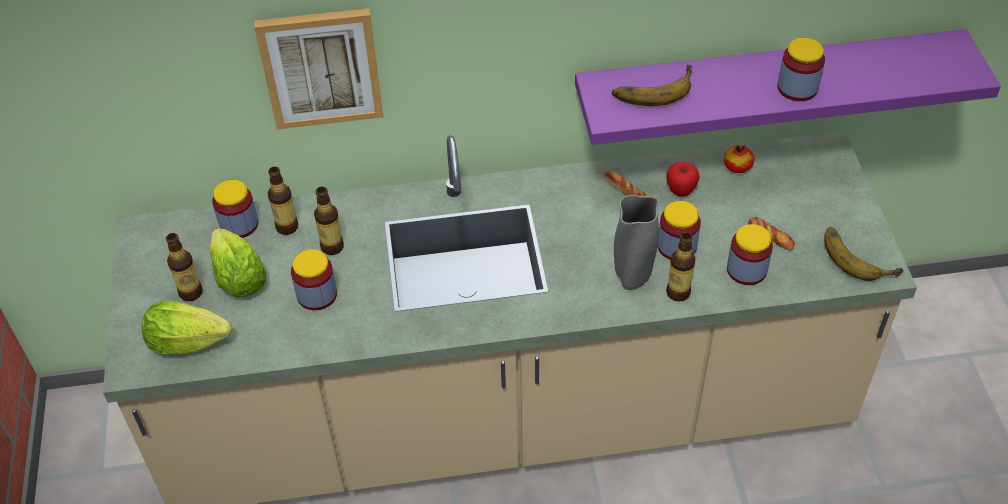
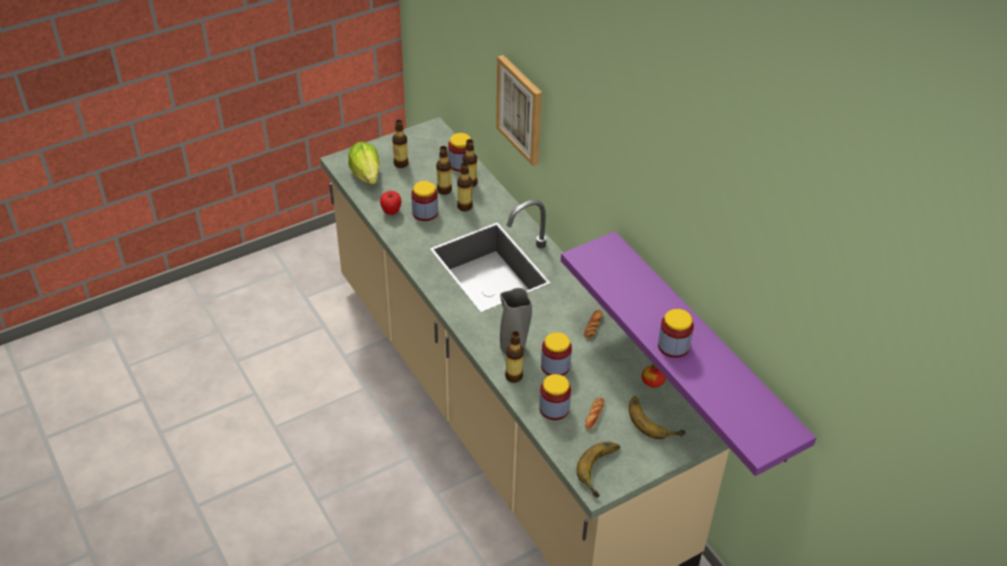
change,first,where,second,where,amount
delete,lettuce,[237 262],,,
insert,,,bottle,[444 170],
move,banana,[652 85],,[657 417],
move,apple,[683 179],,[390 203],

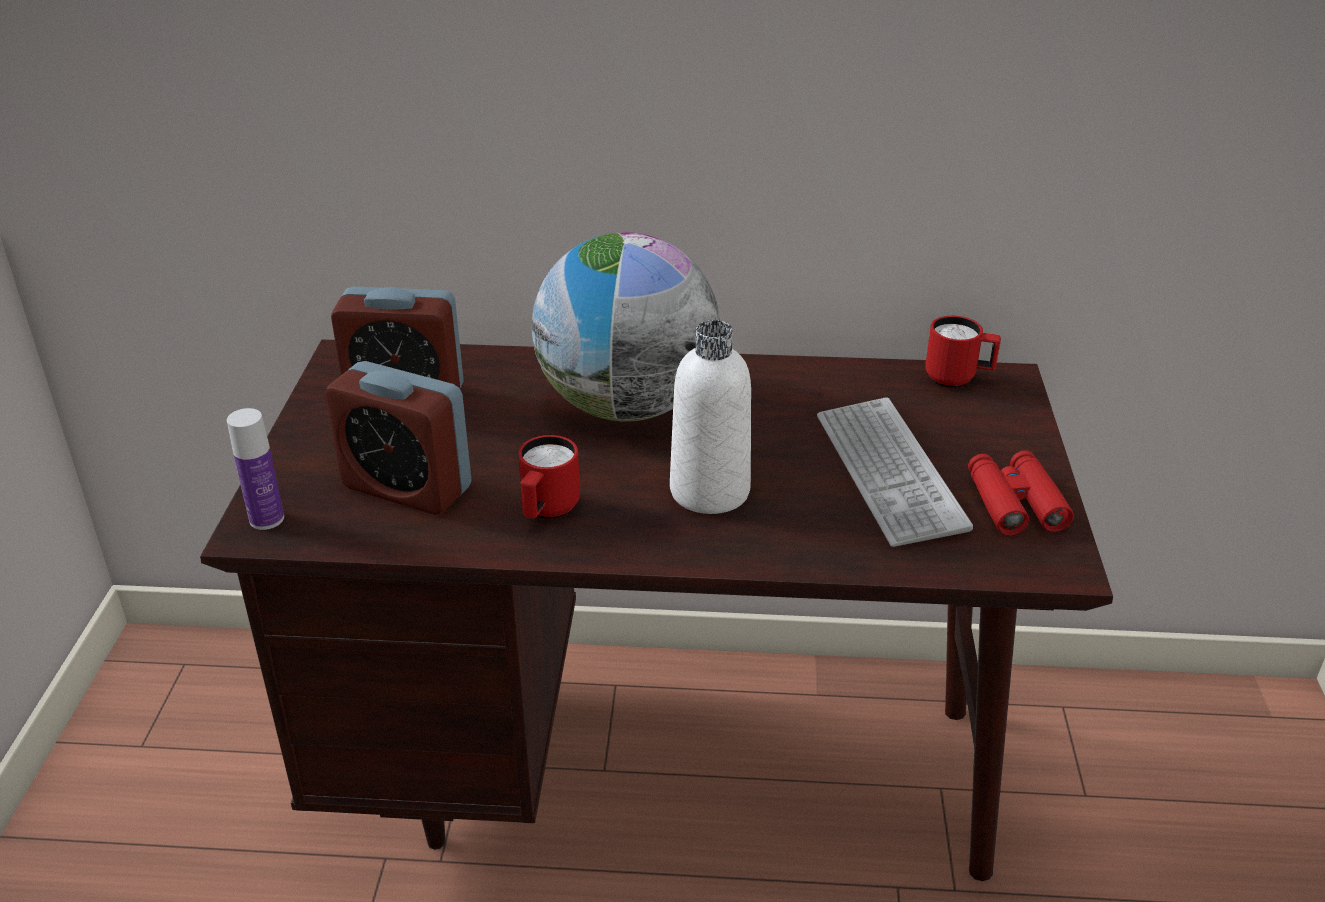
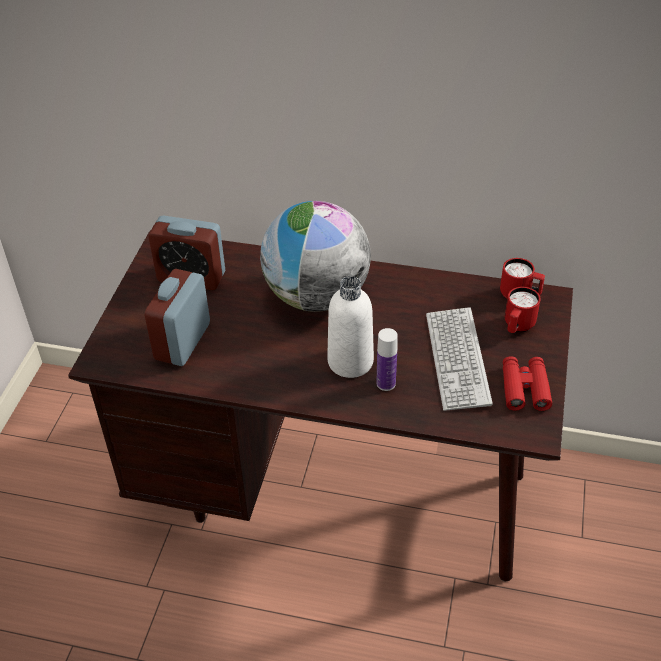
change,first,where,second,where,amount
move,bottle,[255 469],,[387 359],
move,red mug,[549 477],,[523 310],
rotate,alarm clock,[398 438],,[177 317],75 degrees clockwise

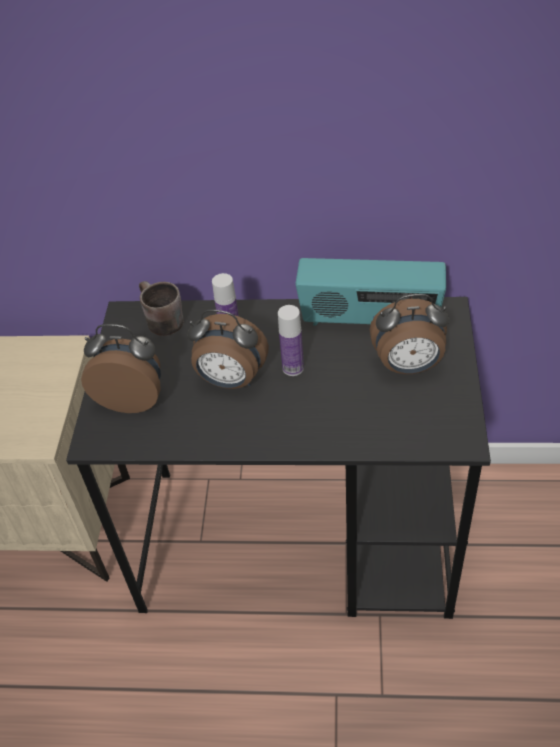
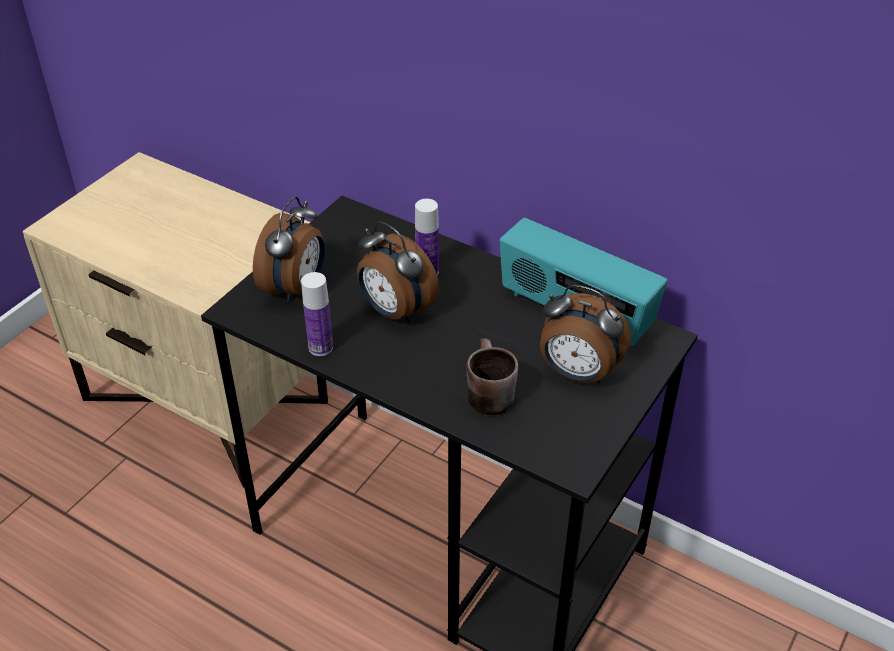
change,first,where,second,where,amount
move,brown mug,[161 308],,[492 377],
move,bottle,[291 340],,[317 314],
rotate,alarm clock,[121 368],,[289 249],75 degrees clockwise

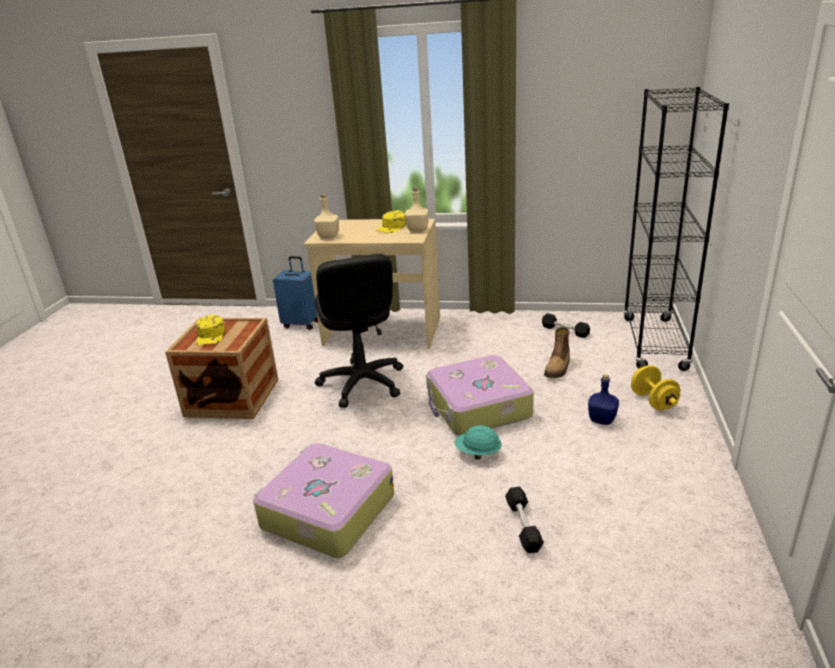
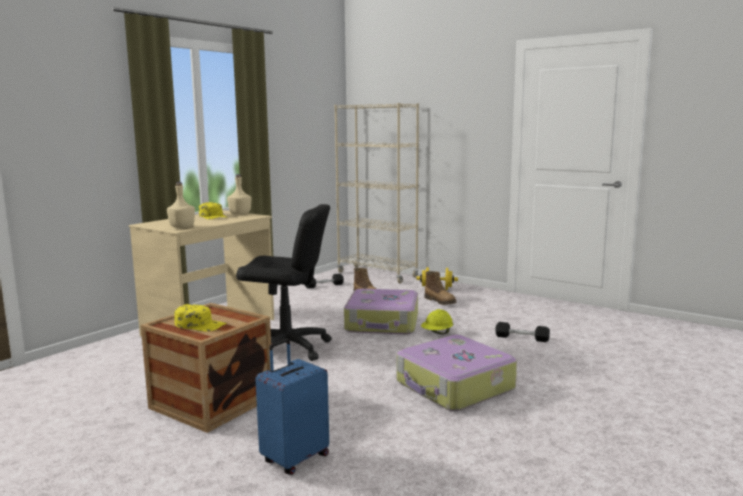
change,first,where,second,where,amount
move,blue suitcase,[295 293],,[292 407],
replace,blue bottle,[603 399],boot,[440 288],
recolor,turquoise hard hat,[478 442],yellow hard hat,[437 321],
recolor,black bookcase,[676 229],beige bookcase,[376 193],

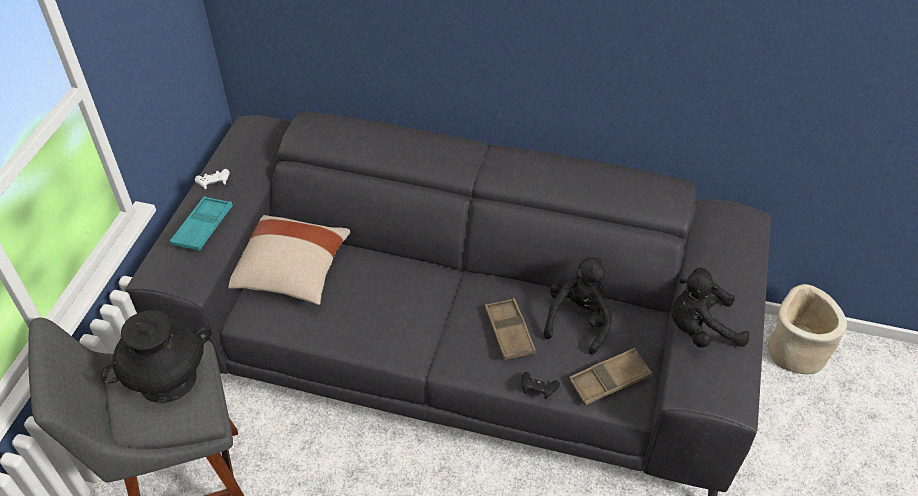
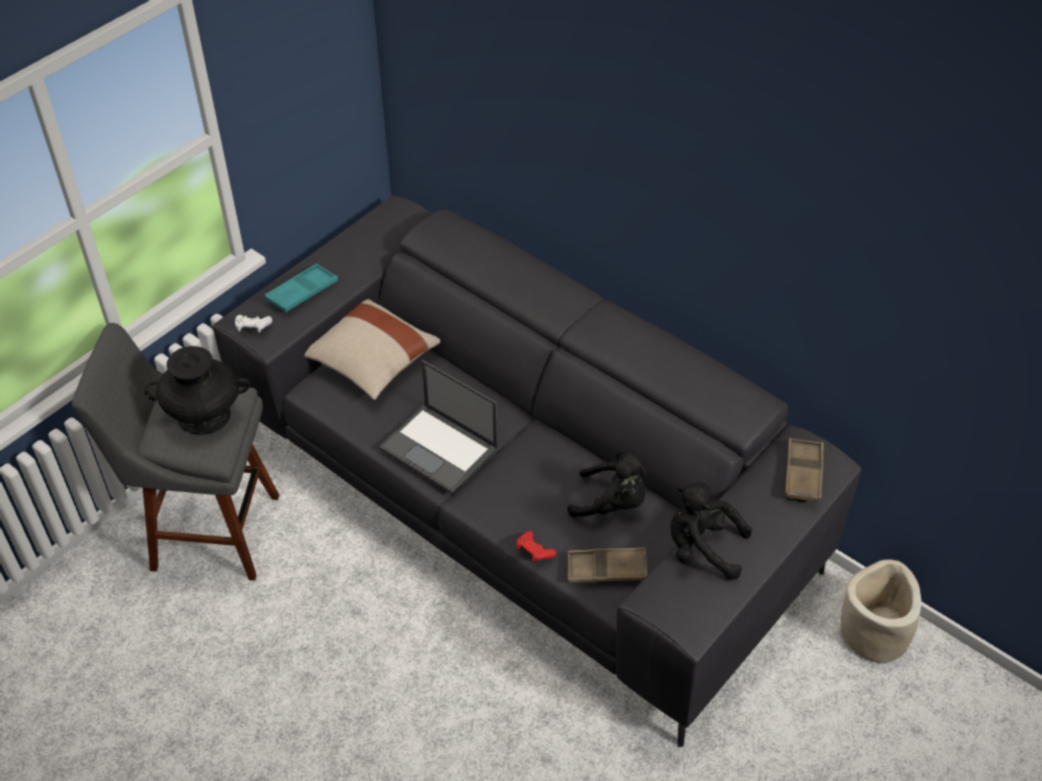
change,first,where,second,where,amount
insert,,,laptop,[438 427],
move,white game controller,[212 179],,[253 324],
move,brown tray,[510 329],,[804 470],
recolor,black game controller,[541 385],red game controller,[536 546],
rotate,black plush toy,[578 306],,[607 483],60 degrees clockwise

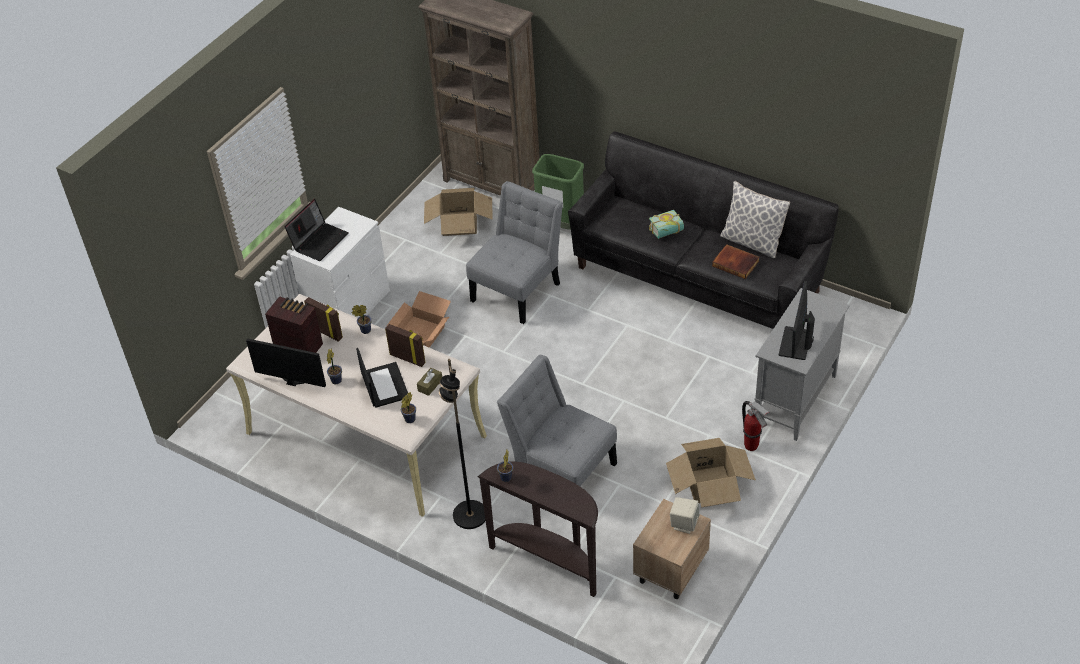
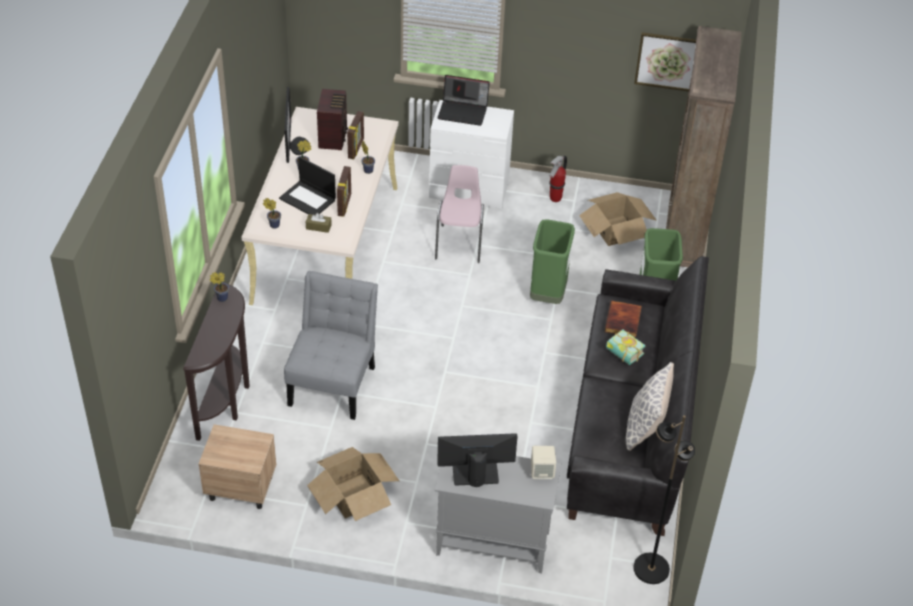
change,first,where,second,where,amount
insert,,,picture,[665 62],
move,black floor lamp,[462 444],,[664 499],
move,beige speaker,[684 515],,[543 462],
move,book,[735 261],,[623 319],
move,fire extinguisher,[755 426],,[558 179],
replace,cardboard box,[419 319],pink chair,[459 214],
replace,grey chair,[514 252],green trash can,[552 261],
rotate,laptop,[382 378],,[307 185],75 degrees clockwise

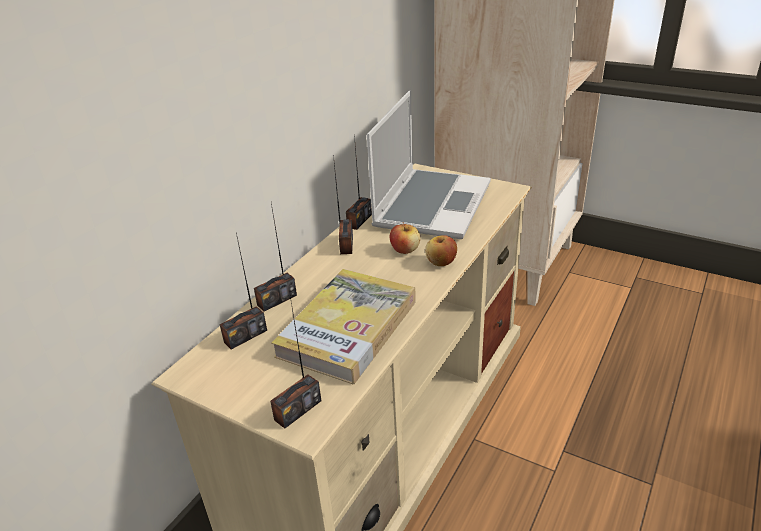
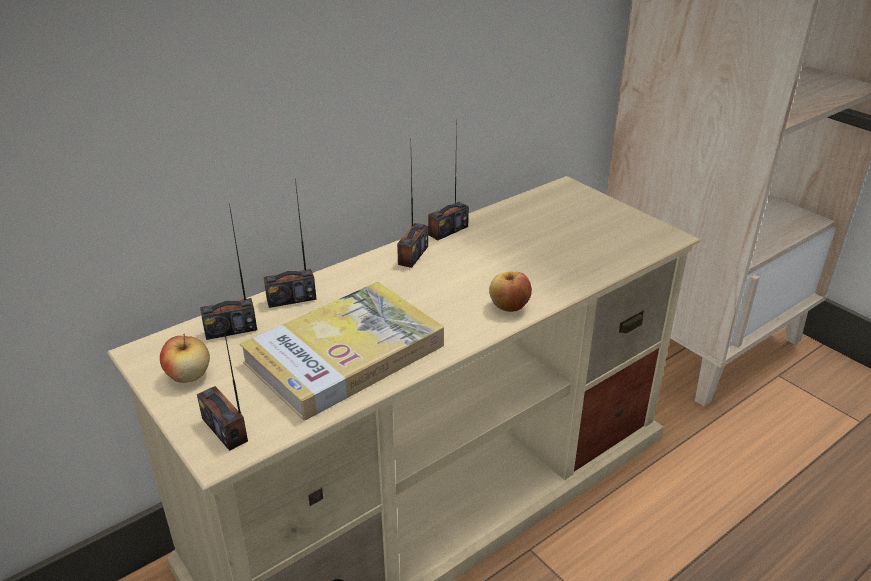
change,first,where,second,where,amount
delete,laptop,[429 164],,,
move,apple,[405 238],,[185 358],
rotate,radio,[295 362],,[222 379],75 degrees clockwise

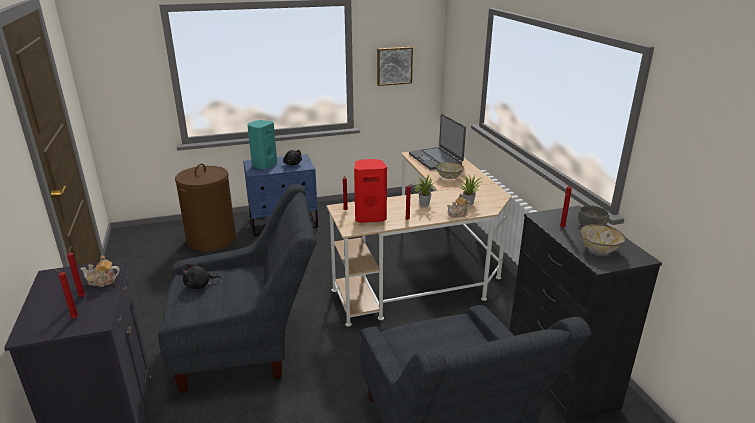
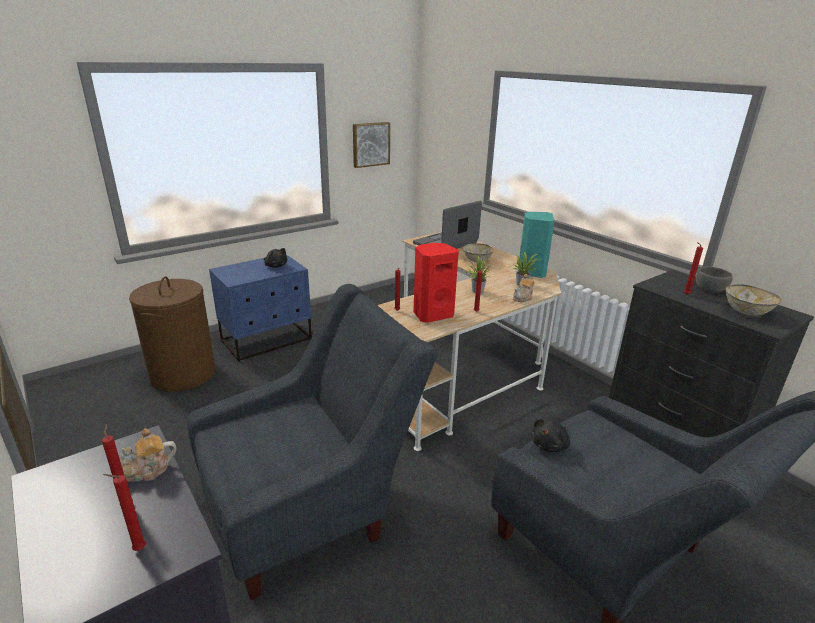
change,first,where,second,where,amount
move,black plush toy,[201 276],,[550 435],
move,turquoise speaker,[262 145],,[536 245],
rotate,laptop,[437 142],,[447 224],90 degrees clockwise

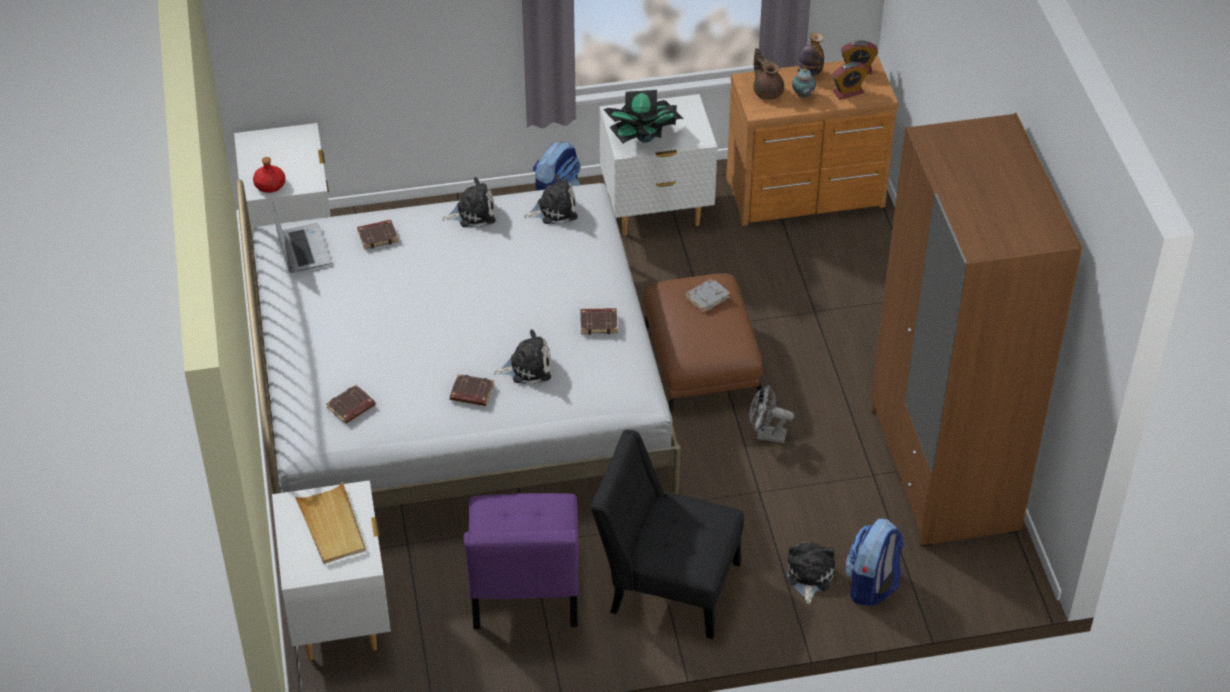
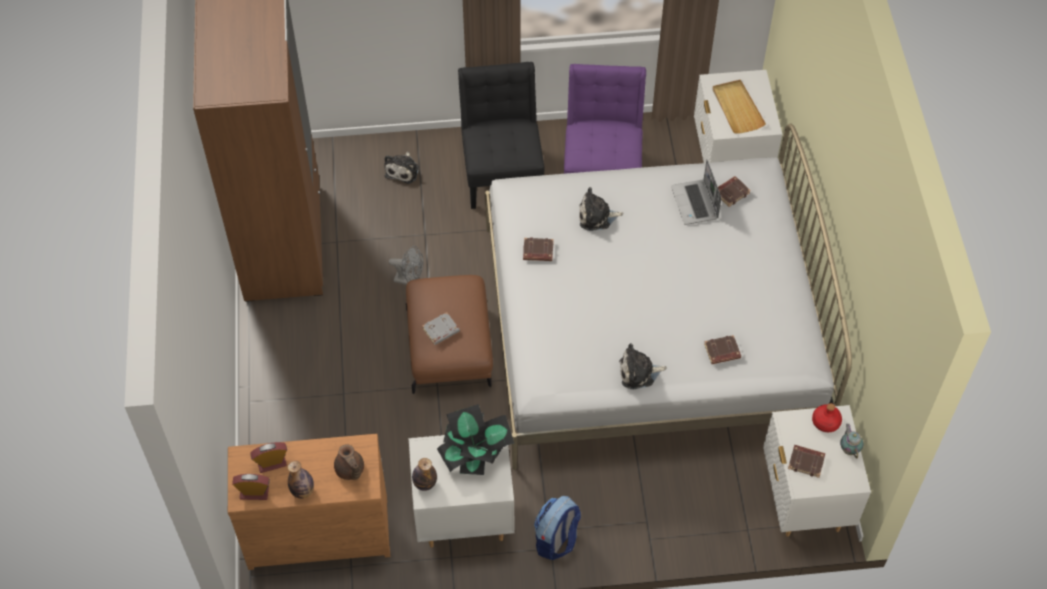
change,first,where,second,where,amount
delete,plush toy,[551 199],,,
delete,backpack,[874 562],,,
insert,,,bottle,[424 474],
move,laptop,[302 238],,[696 192],
move,brown book,[472 390],,[806 461],
move,teapot,[804 82],,[851 441],
rotate,black chair,[667 534],,[501 135],120 degrees counterclockwise

